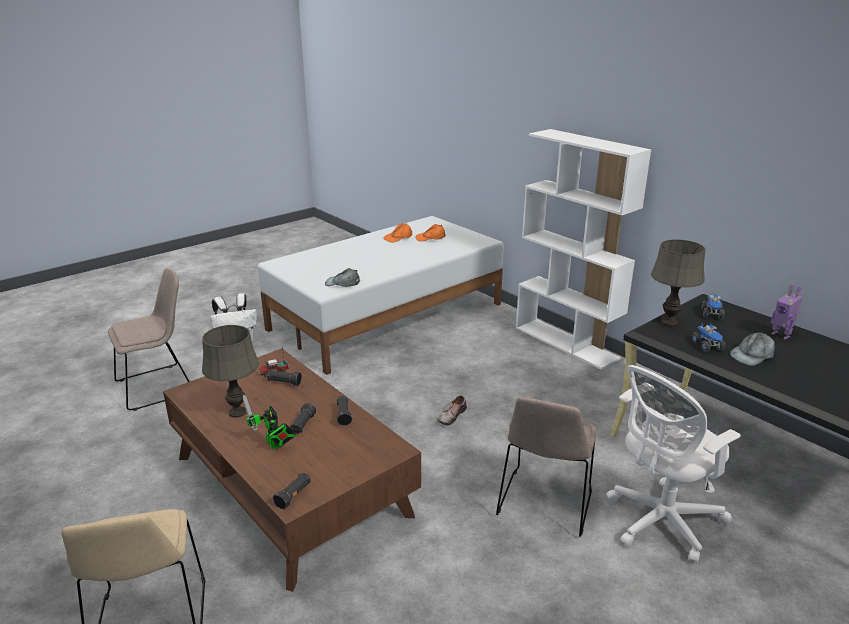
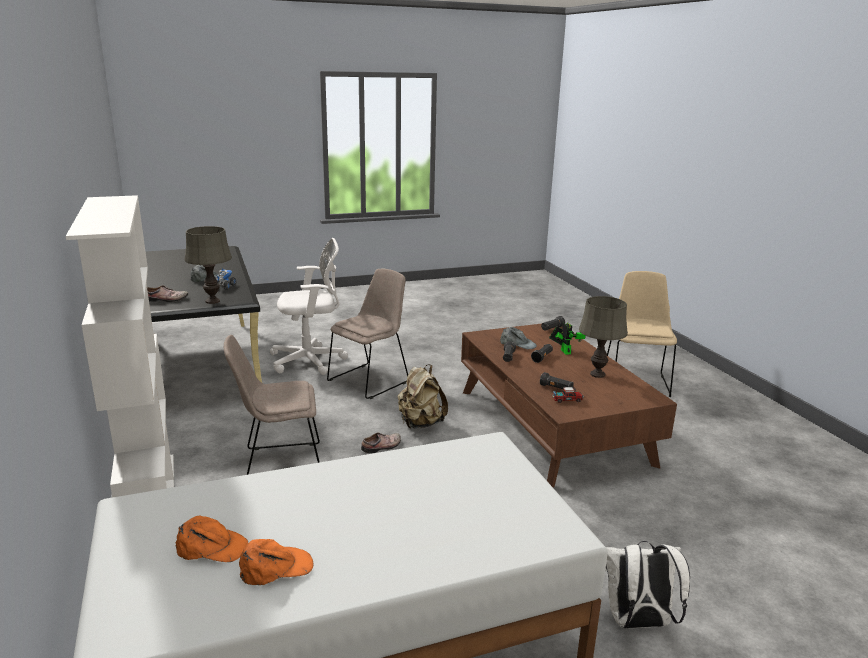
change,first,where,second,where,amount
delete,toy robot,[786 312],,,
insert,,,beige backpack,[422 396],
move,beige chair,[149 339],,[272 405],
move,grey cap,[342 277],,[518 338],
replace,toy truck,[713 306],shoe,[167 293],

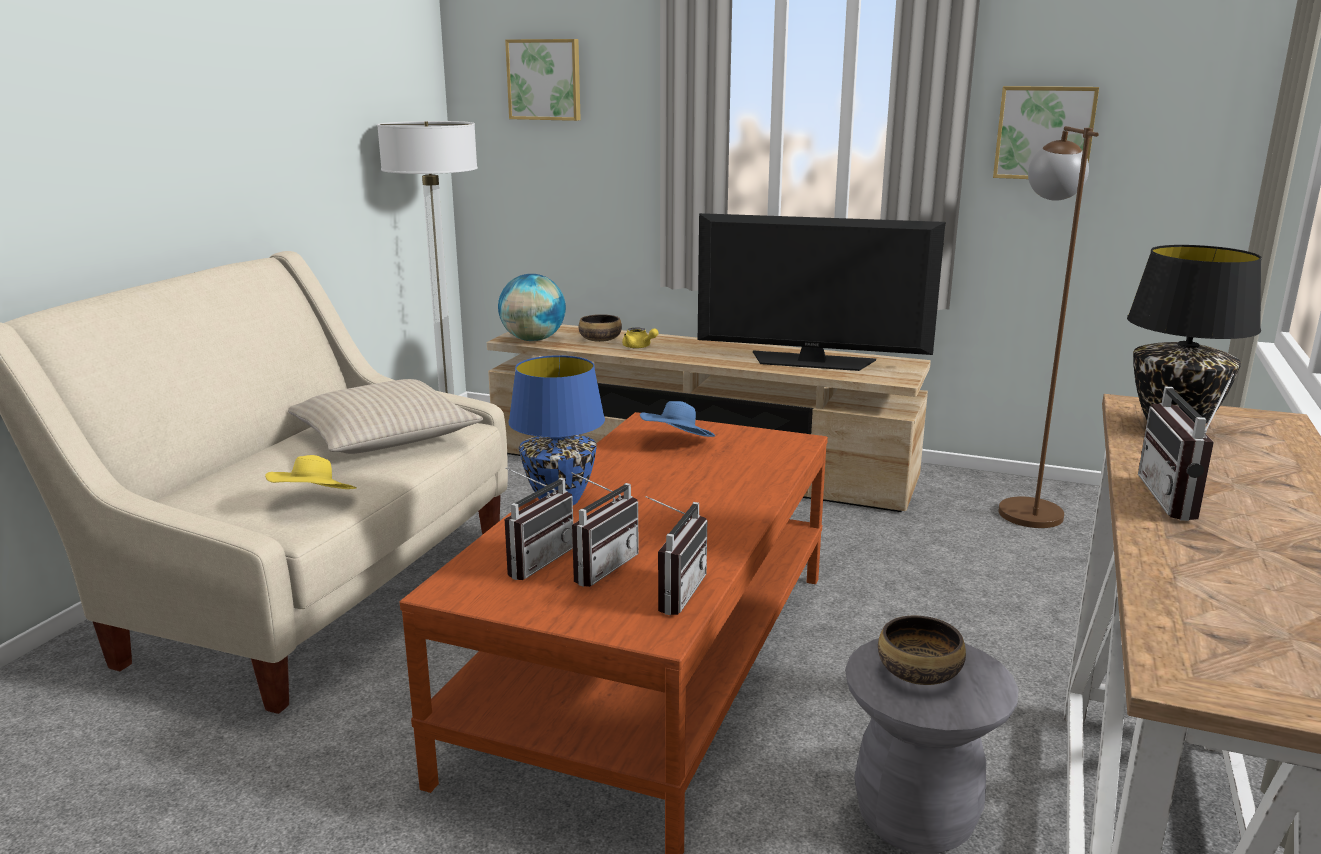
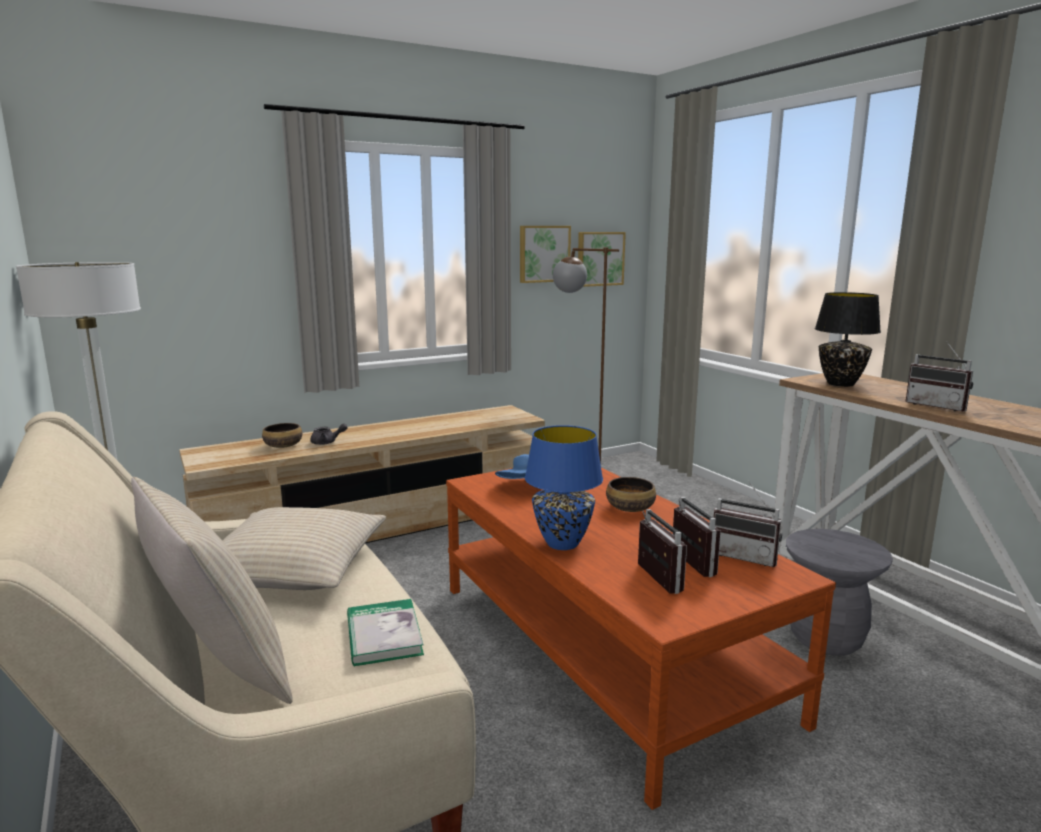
change,first,where,second,where,amount
delete,globe,[532 307],,,
delete,television,[821 292],,,
insert,,,beige pillow,[212 590],
move,picture,[543 80],,[602 259],
move,bowl,[922 650],,[631 494],
replace,yellow hat,[311 472],book,[385 632],
recolor,yellow teapot,[640 337],grey teapot,[329 434],
rotate,radio,[676 555],,[748 523],150 degrees clockwise

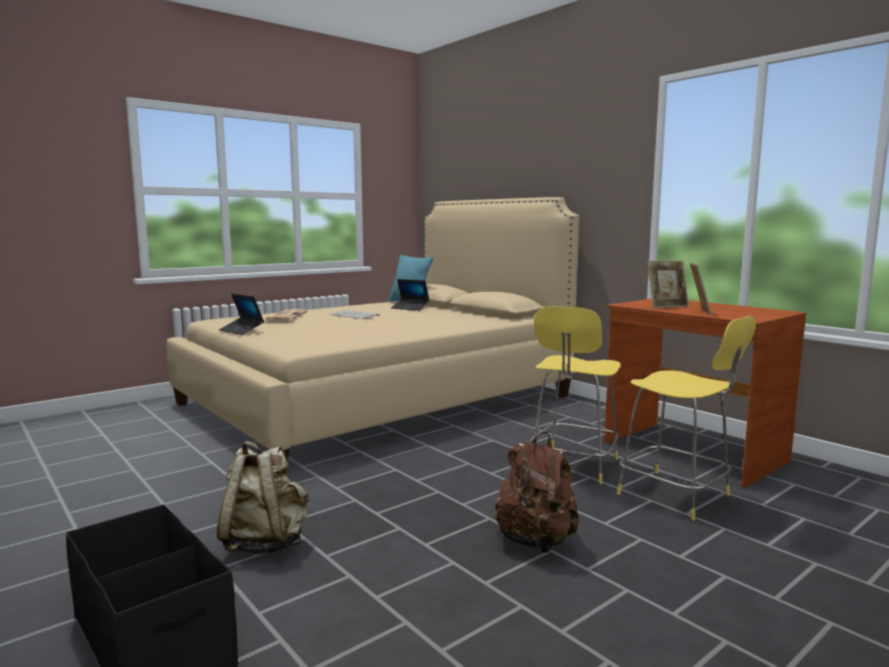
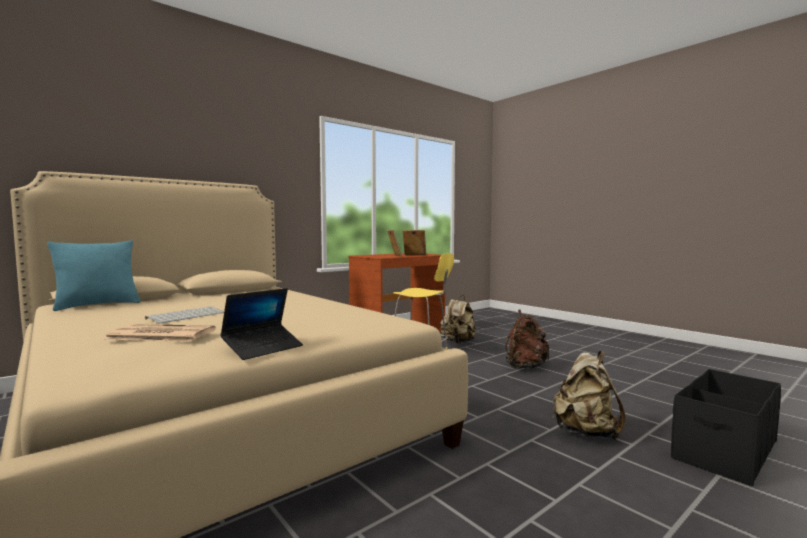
change,first,where,second,where,amount
delete,laptop,[410 295],,,
replace,yellow stool,[686 418],beige backpack,[458 319],

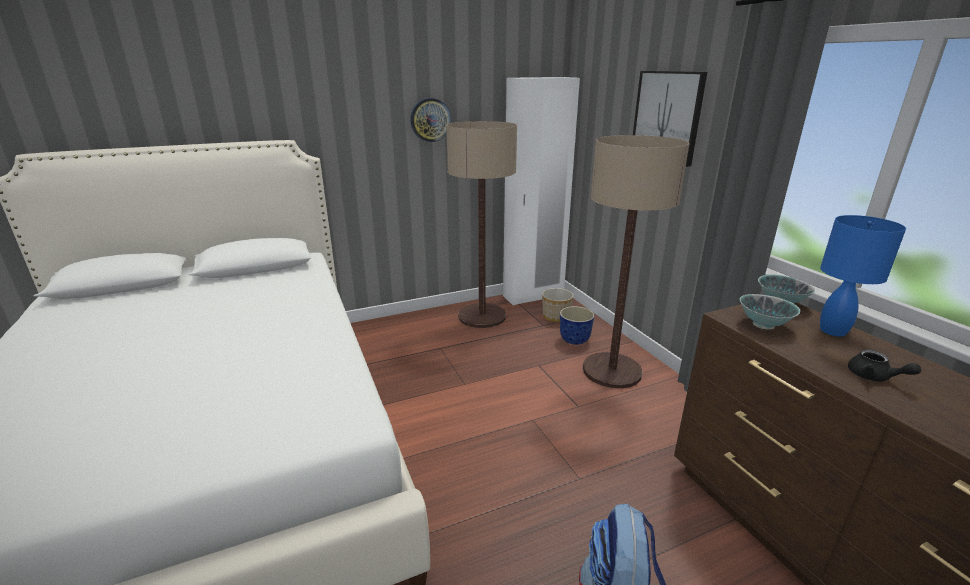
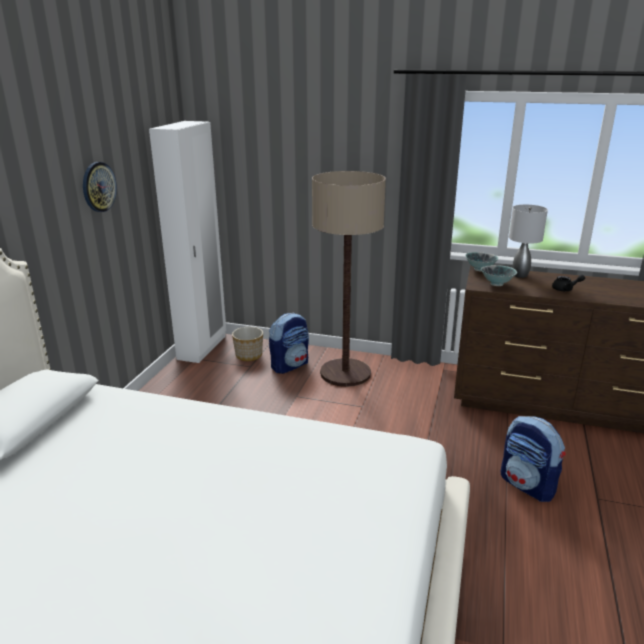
change,first,where,second,where,amount
delete,floor lamp,[481 224],,,
delete,picture,[670 119],,,
replace,planter,[577 325],backpack,[289 343],
recolor,blue table lamp,[863 276],grey table lamp,[528 241],

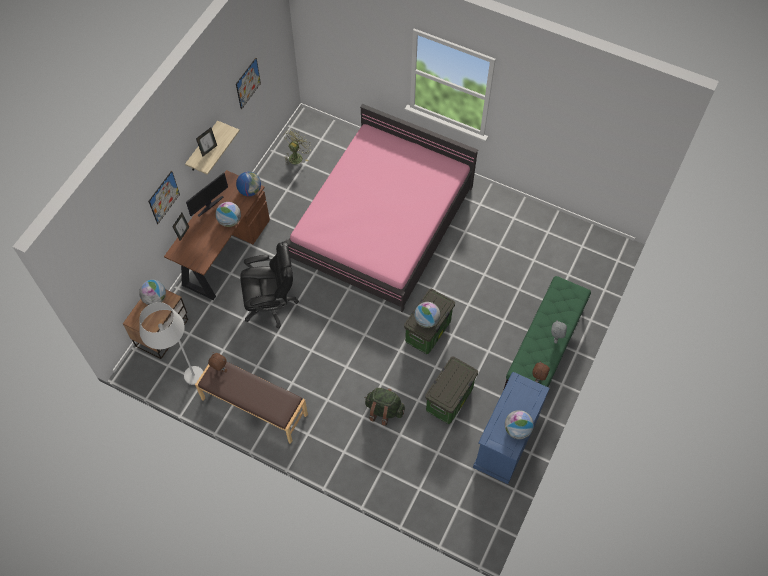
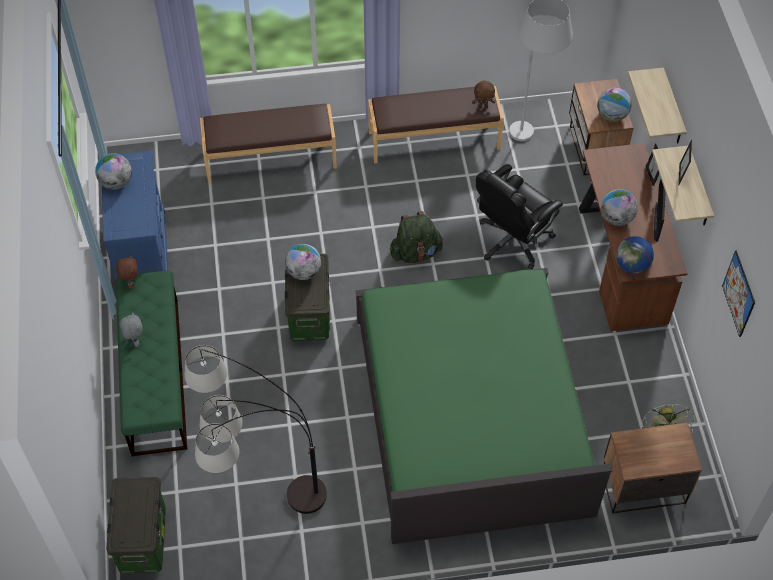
change,first,where,second,where,amount
insert,,,floor lamp,[256 429],
insert,,,brown bench,[268 143],
insert,,,nightstand,[653 468],
move,green backpack,[385 407],,[417 237],
move,storage box,[451 390],,[136 525],
replace,picture,[164 197],shelf,[657 105],
recolor,pink bed,[381 208],green bed,[483 406],

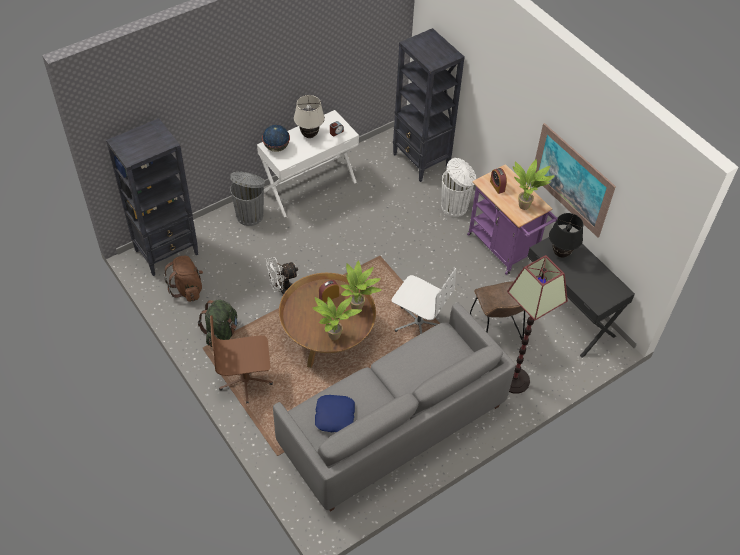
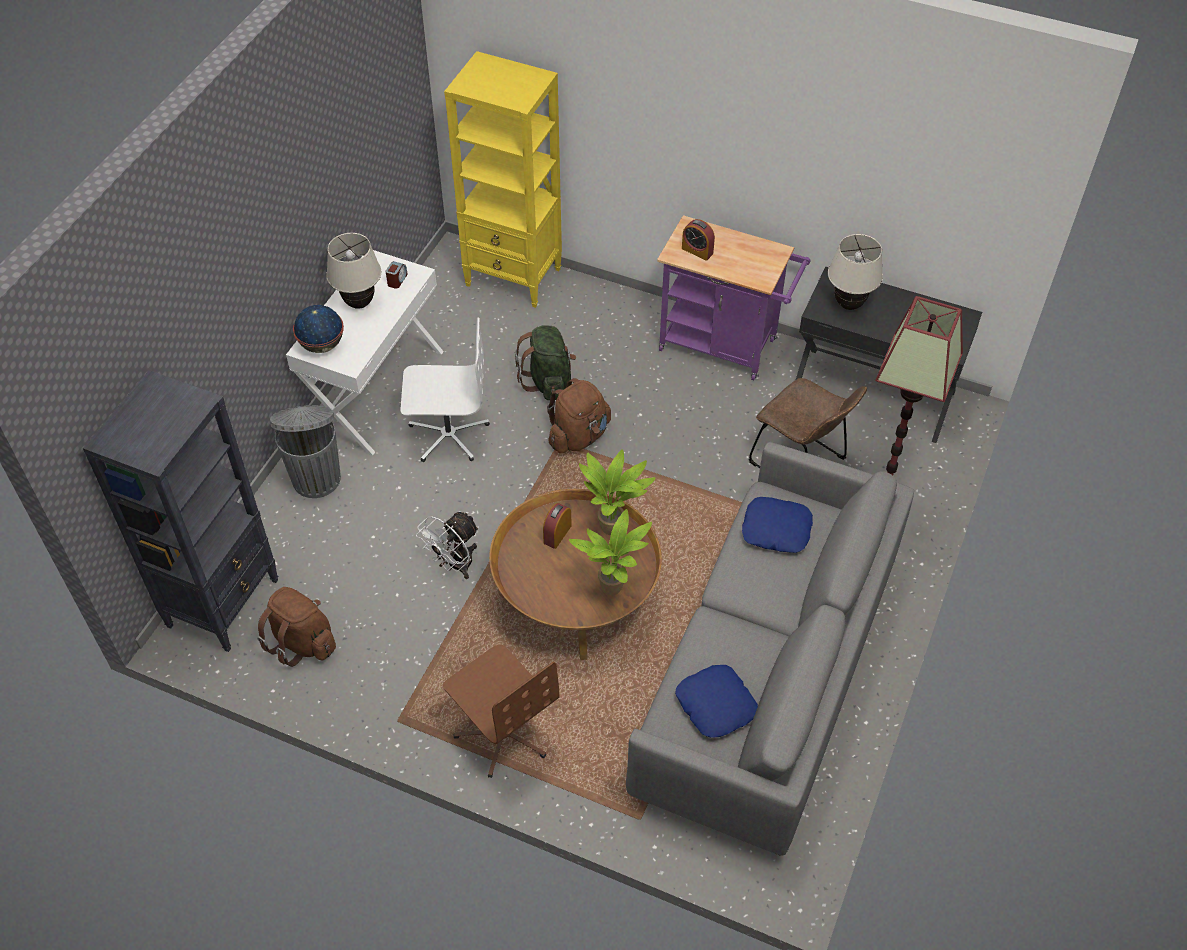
change,first,where,second,where,amount
delete,white trash can,[459 187],,,
delete,potted plant,[533 185],,,
delete,picture,[575 180],,,
insert,,,brown backpack,[579 415],
insert,,,blue pillow,[777 525],
move,green backpack,[217 323],,[545 362],
move,white office chair,[423 301],,[445 389],
recolor,black bookcase,[429 105],yellow bookcase,[503 179],
recolor,black table lamp,[566 235],beige table lamp,[855 272],
rotate,brown office chair,[241 359],,[501 711],90 degrees counterclockwise

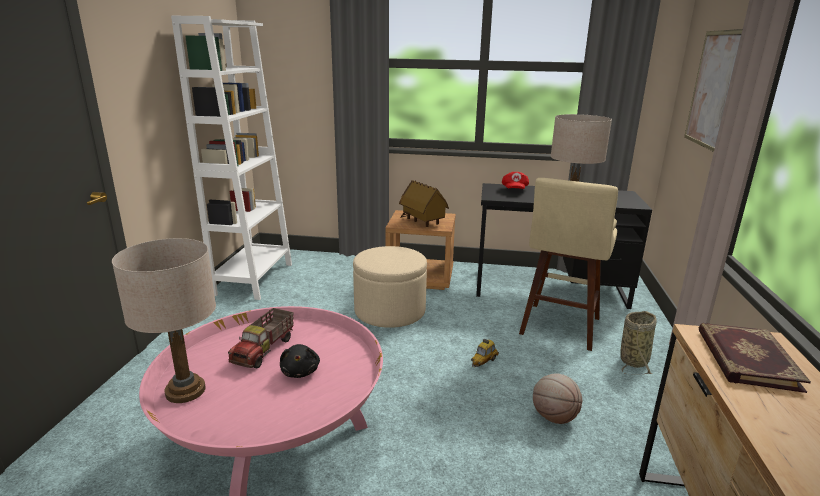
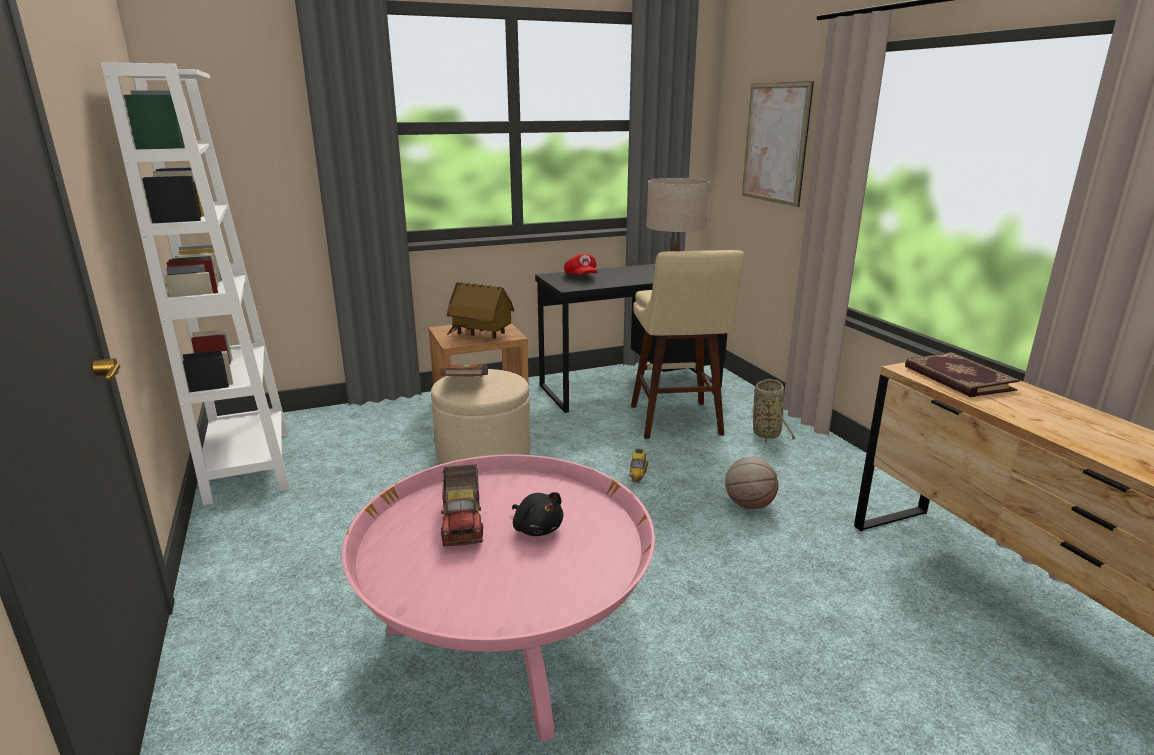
change,first,where,second,where,amount
delete,beige table lamp,[164 320],,,
insert,,,brown book,[464 370],

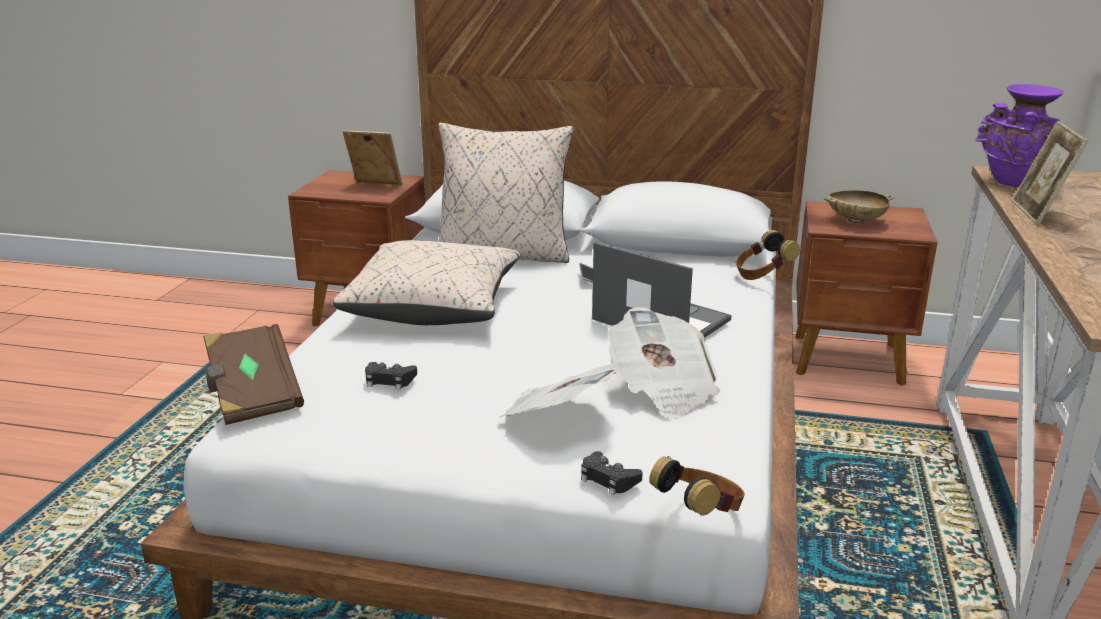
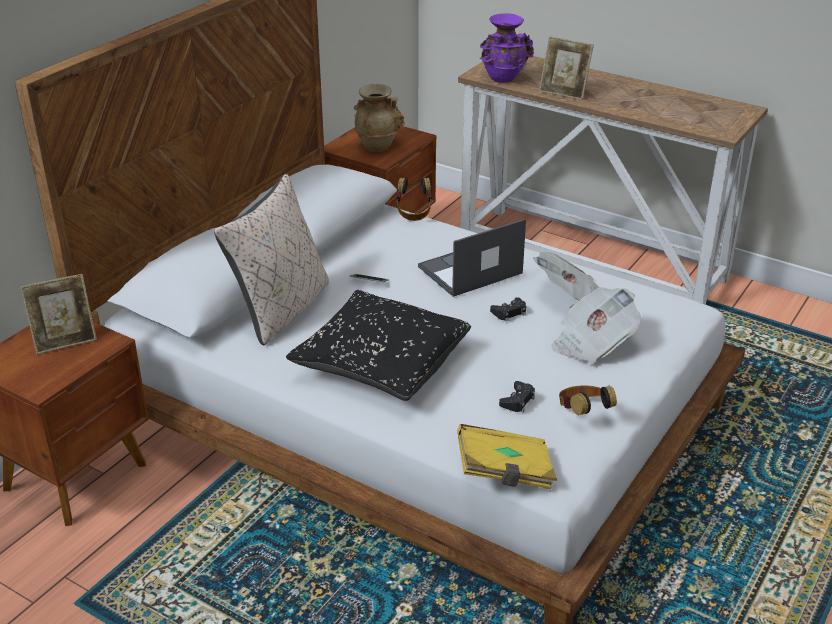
change,first,where,second,where,amount
move,black game controller,[612 473],,[508 309],
move,headphones,[697 486],,[588 400],
replace,beige bowl,[859 206],beige vase,[379 118],
recolor,brown book,[253 374],yellow book,[507 457],
recolor,beige pillow,[426 282],black pillow,[378 345],
rotate,picture frame,[373 157],,[58 314],150 degrees counterclockwise

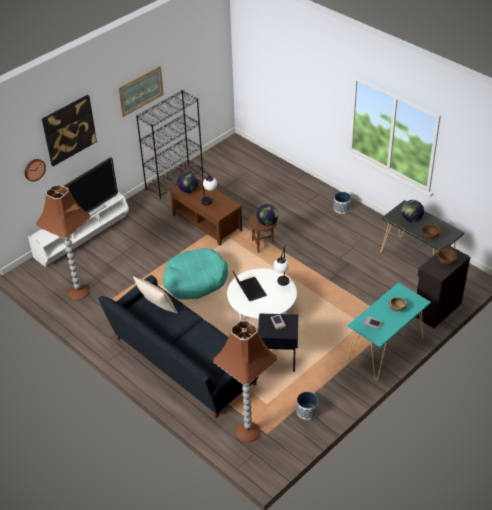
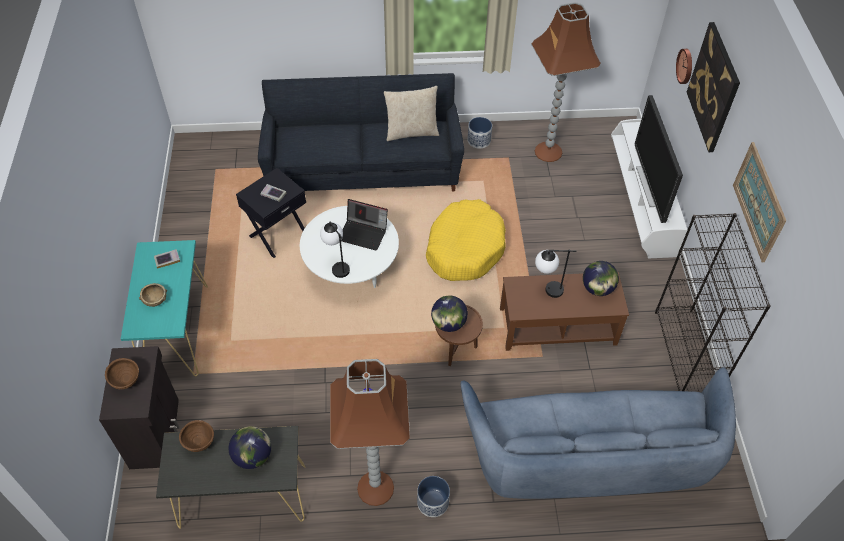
change,first,where,second,where,amount
insert,,,blue sofa,[598 433],
move,brown floor lamp,[245 381],,[370 432],
move,planter,[307 406],,[479 133],
recolor,turquoise dog bed,[195 273],yellow dog bed,[466 240],

